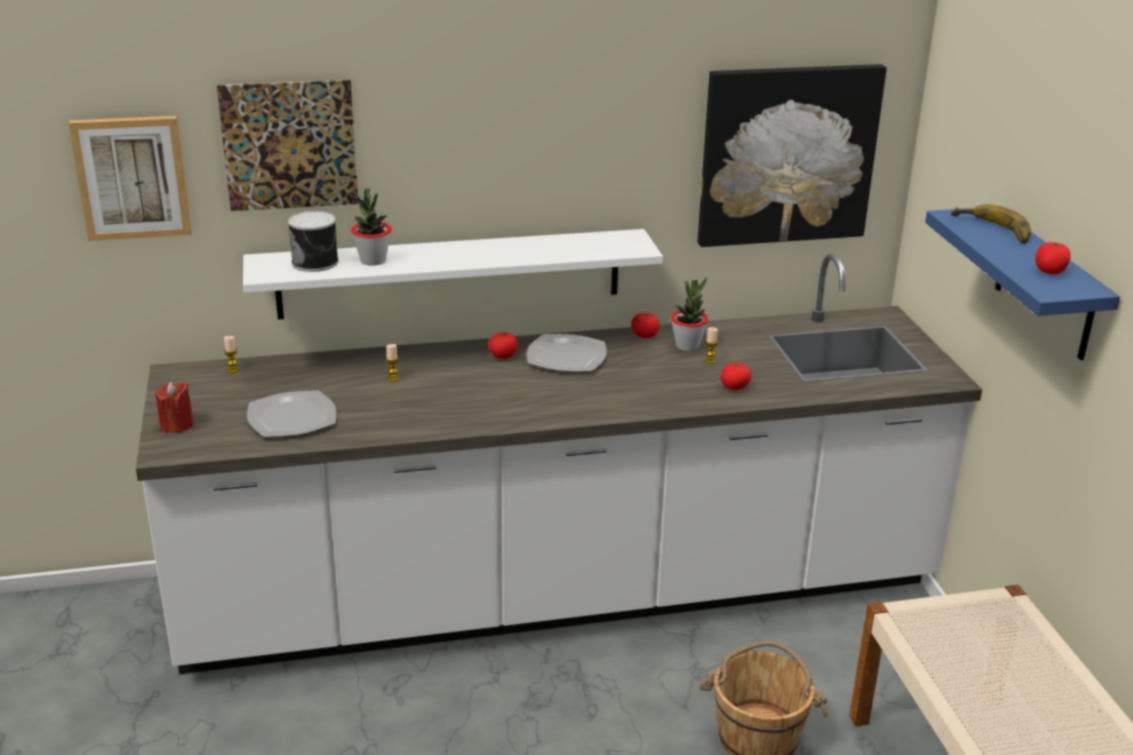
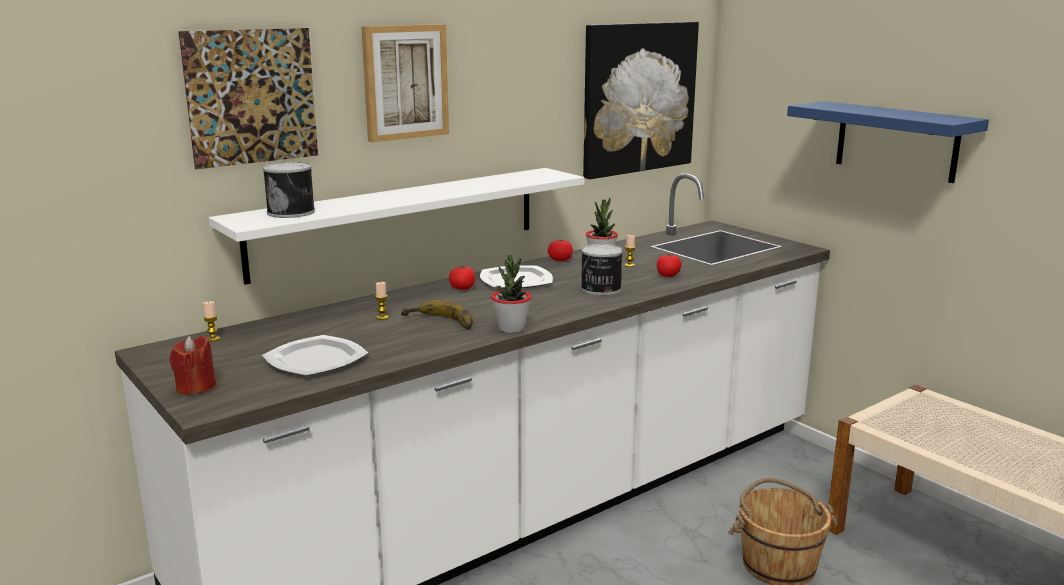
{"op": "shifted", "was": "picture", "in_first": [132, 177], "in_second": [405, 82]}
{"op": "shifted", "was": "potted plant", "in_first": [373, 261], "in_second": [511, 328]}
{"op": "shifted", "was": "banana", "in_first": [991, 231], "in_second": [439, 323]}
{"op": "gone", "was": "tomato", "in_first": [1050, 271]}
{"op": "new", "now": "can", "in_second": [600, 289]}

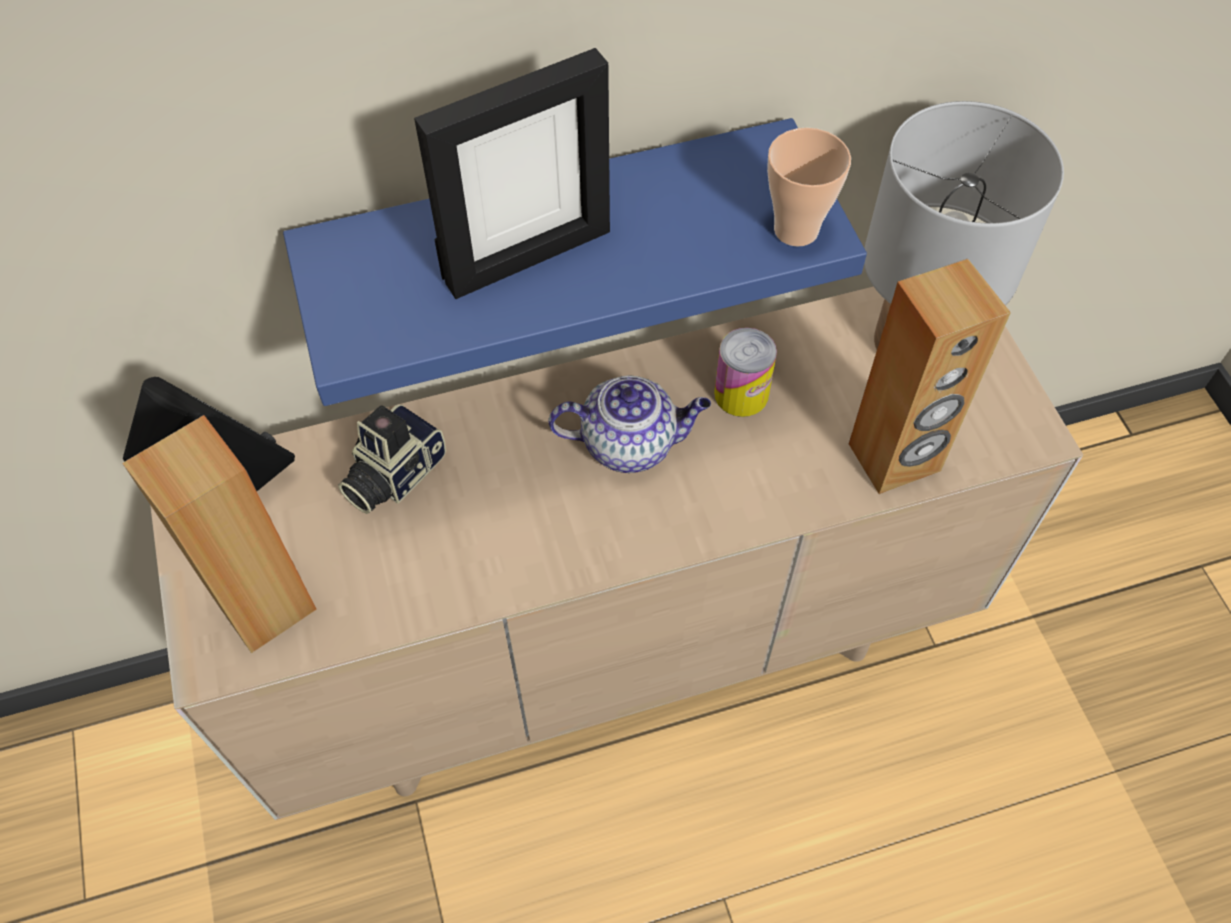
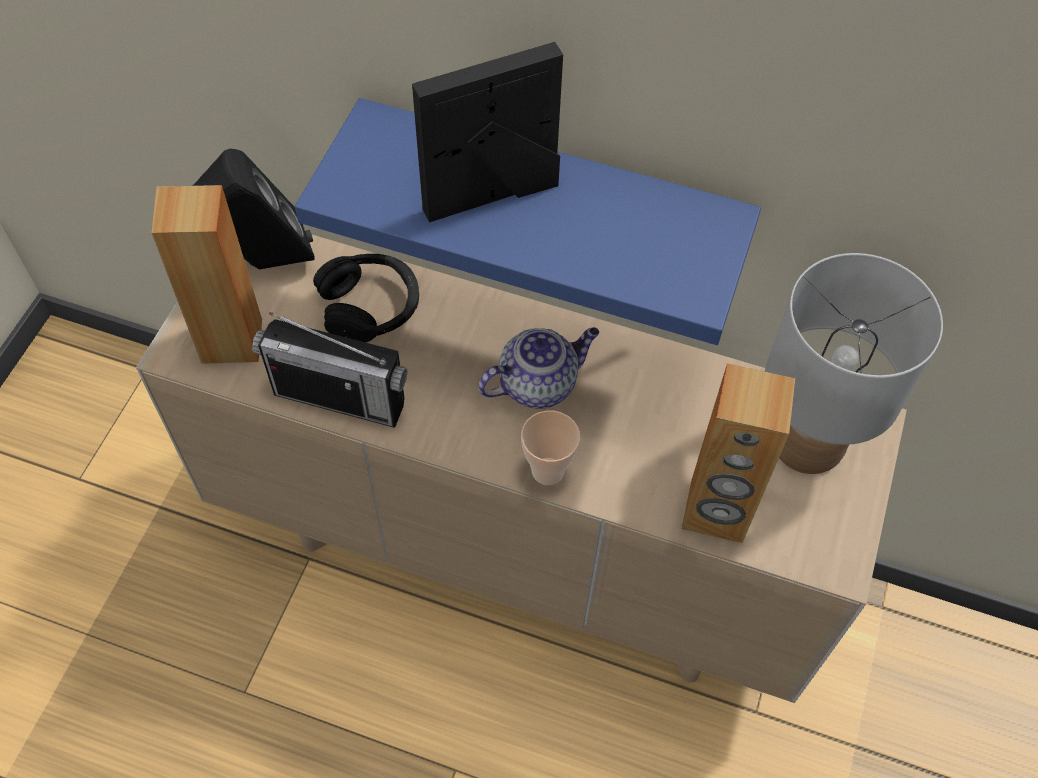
{"op": "swapped", "was": "photo camera", "now": "headphones in black", "in_first": [392, 474], "in_second": [370, 306]}
{"op": "rotated", "was": "picture frame", "in_first": [527, 255], "in_second": [491, 197], "clockwise": 150}
{"op": "rotated", "was": "teapot", "in_first": [630, 443], "in_second": [539, 383], "clockwise": -60}
{"op": "gone", "was": "can", "in_first": [741, 394]}
{"op": "shifted", "was": "cup", "in_first": [796, 230], "in_second": [547, 471]}
{"op": "new", "now": "radio", "in_second": [340, 398]}

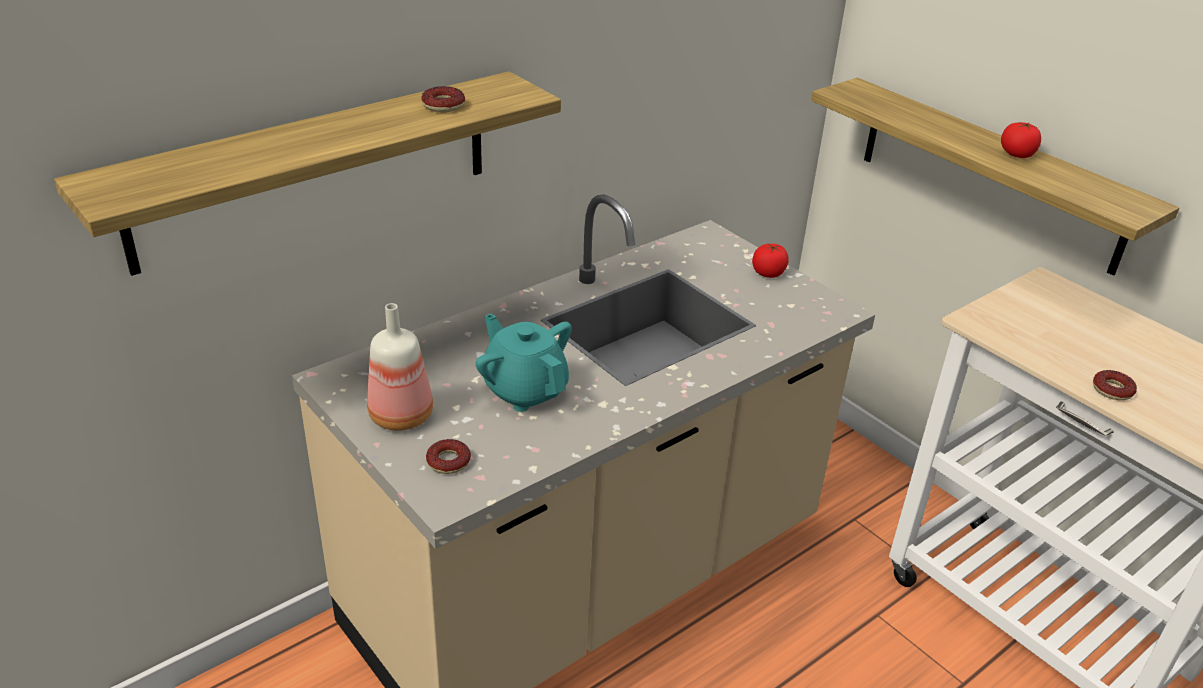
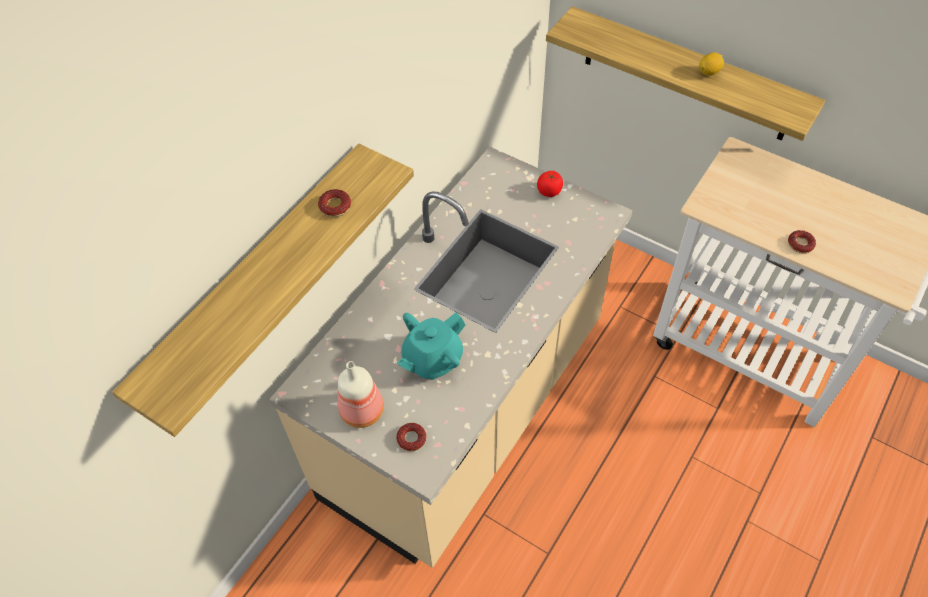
{"op": "rotated", "was": "teapot in turquoise", "in_first": [525, 390], "in_second": [432, 359], "clockwise": -75}
{"op": "swapped", "was": "tomato", "now": "lemon", "in_first": [1017, 154], "in_second": [709, 72]}

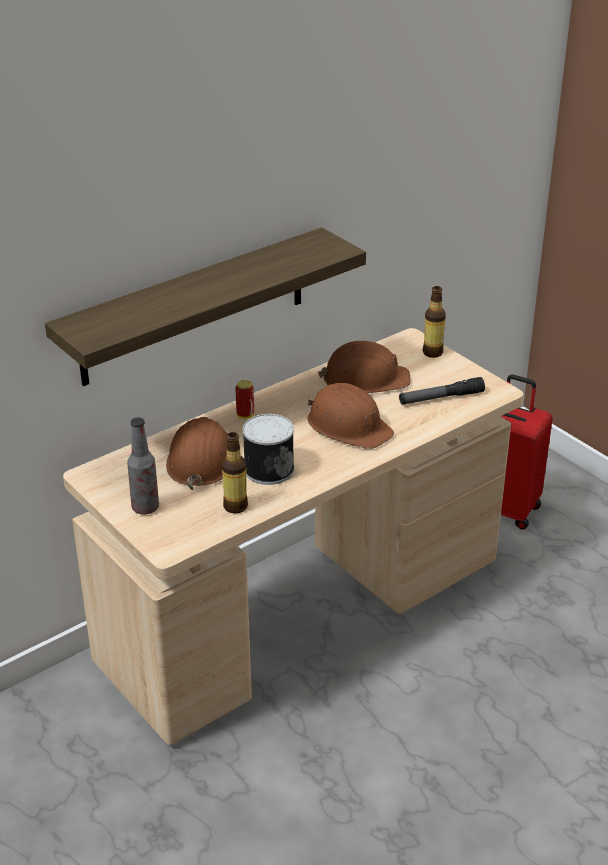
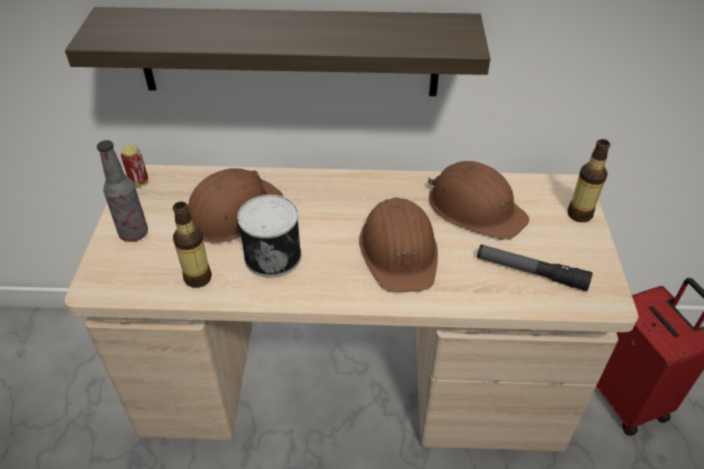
{"op": "shifted", "was": "can", "in_first": [245, 415], "in_second": [139, 182]}

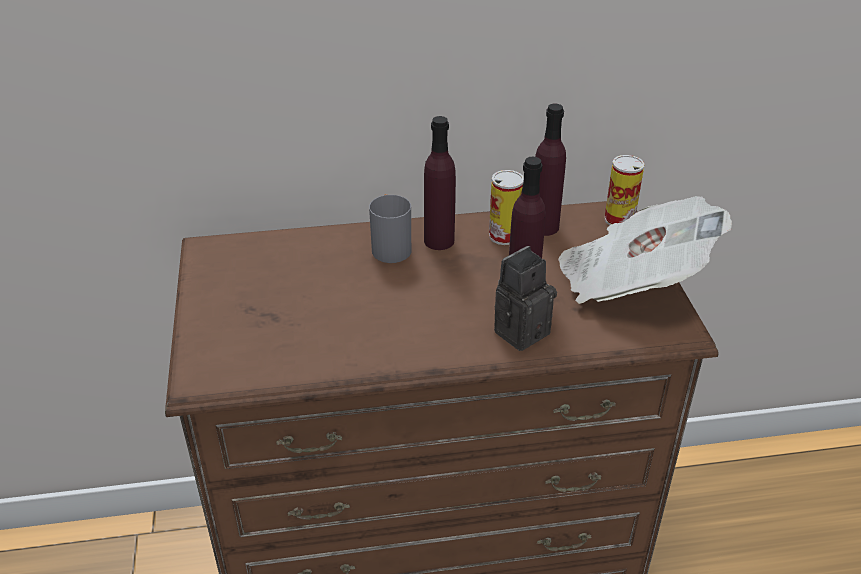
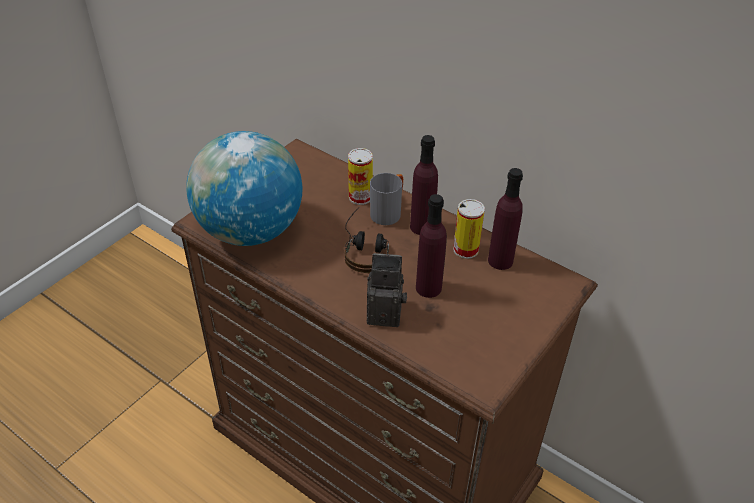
{"op": "gone", "was": "newspaper", "in_first": [631, 281]}
{"op": "shifted", "was": "can", "in_first": [619, 219], "in_second": [360, 197]}
{"op": "new", "now": "globe", "in_second": [250, 231]}
{"op": "new", "now": "headphones", "in_second": [366, 249]}

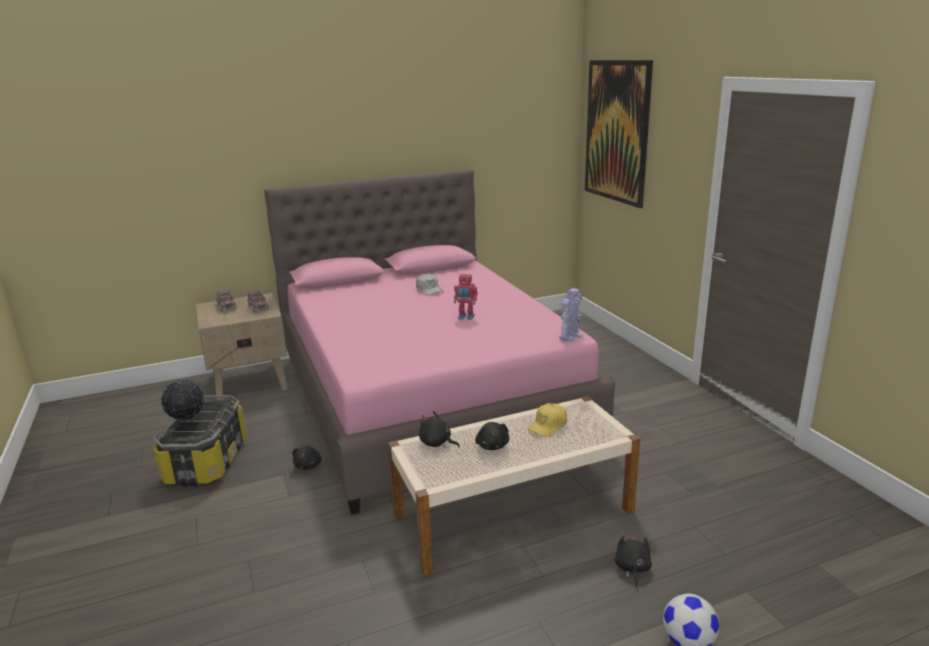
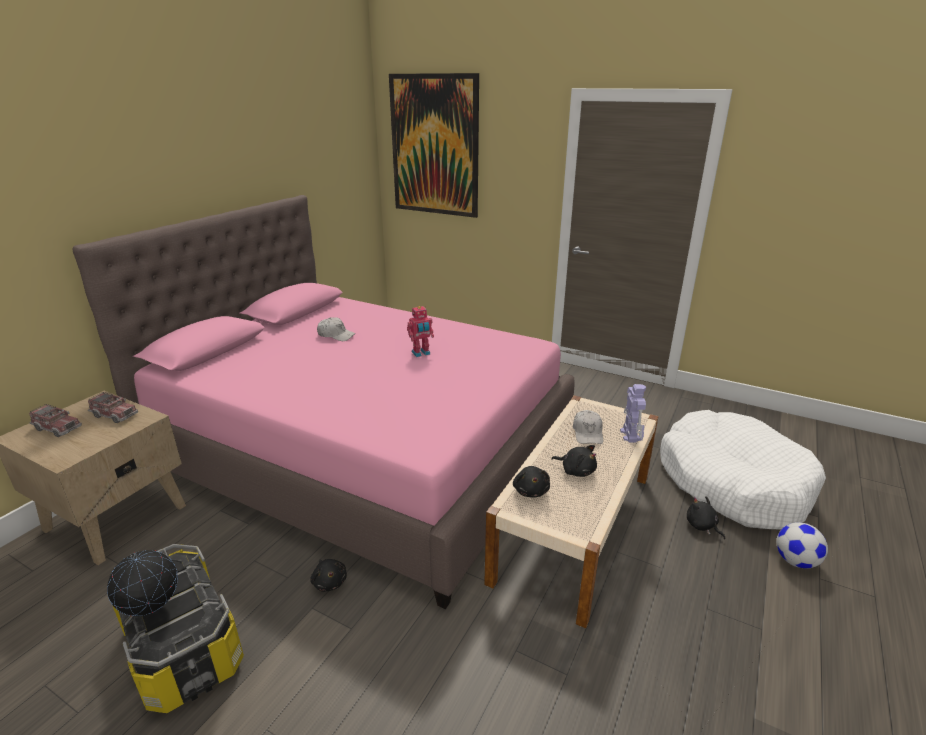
{"op": "rotated", "was": "plush toy in black", "in_first": [437, 443], "in_second": [530, 490], "clockwise": -90}
{"op": "repainted", "was": "cap in yellow", "now": "cap in white", "in_first": [548, 426], "in_second": [588, 433]}
{"op": "shifted", "was": "toy robot", "in_first": [570, 337], "in_second": [630, 434]}
{"op": "new", "now": "dog bed in white", "in_second": [732, 482]}

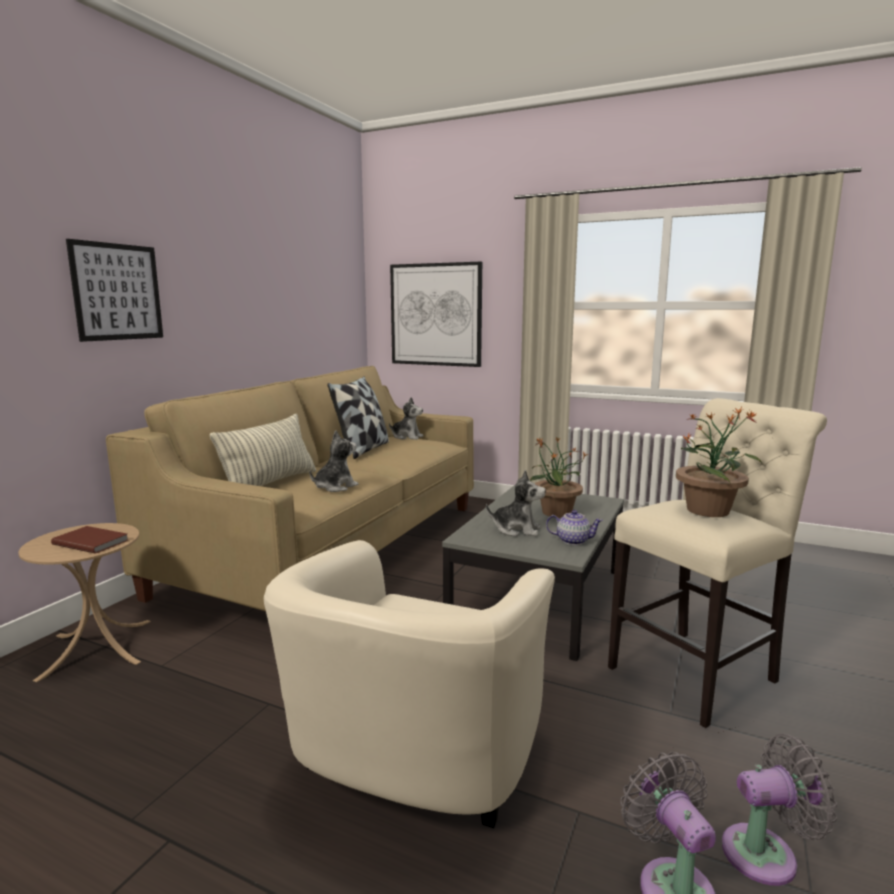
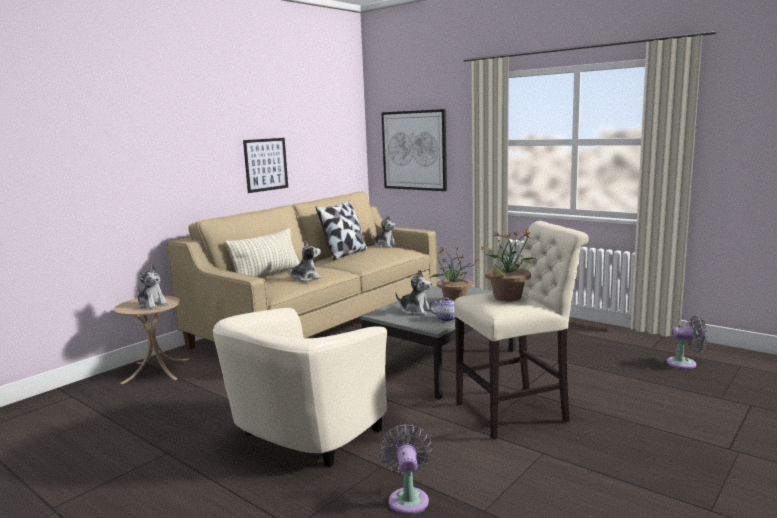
{"op": "swapped", "was": "book in brown", "now": "plush toy", "in_first": [91, 542], "in_second": [152, 305]}
{"op": "shifted", "was": "picture", "in_first": [117, 292], "in_second": [266, 164]}
{"op": "shifted", "was": "fan in grey", "in_first": [766, 854], "in_second": [684, 363]}

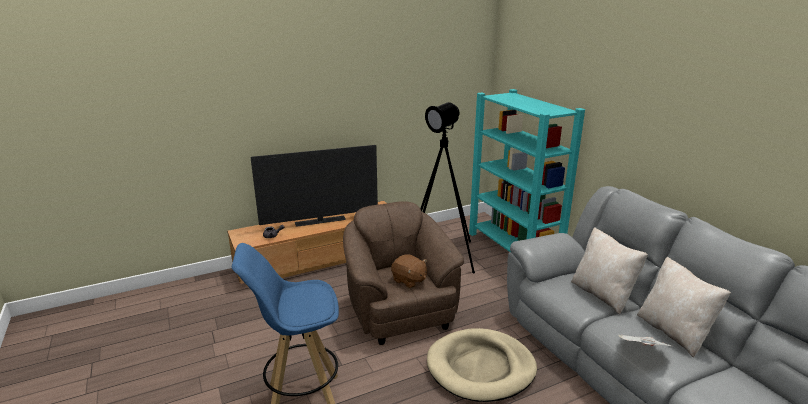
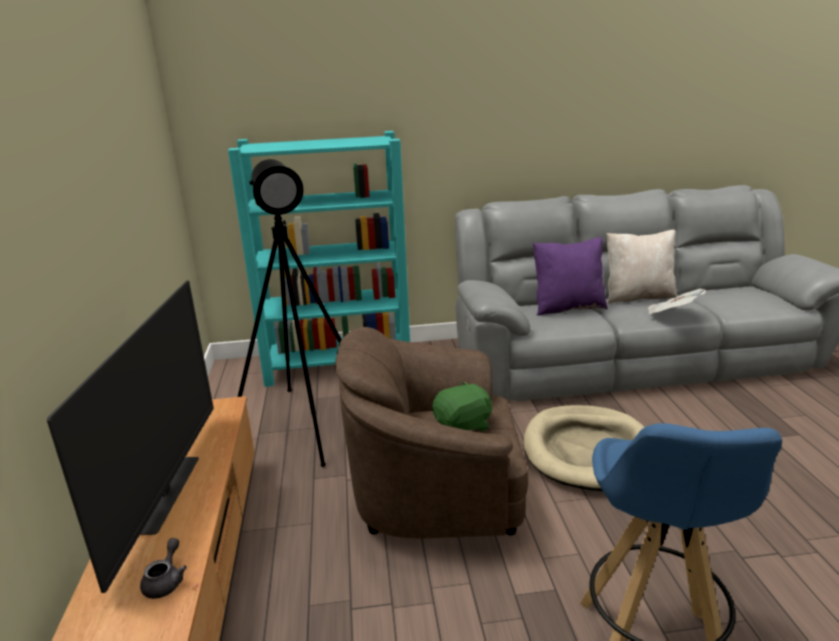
{"op": "repainted", "was": "plush toy in brown", "now": "plush toy in green", "in_first": [409, 281], "in_second": [463, 426]}
{"op": "repainted", "was": "pillow in beige", "now": "pillow in purple", "in_first": [602, 294], "in_second": [567, 307]}

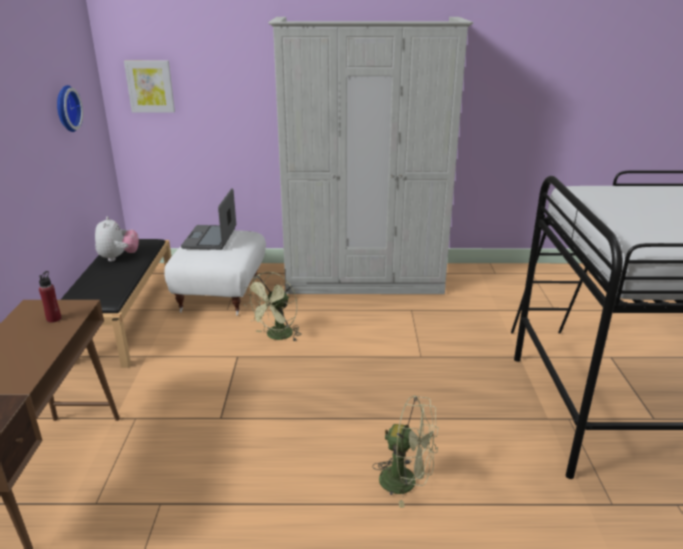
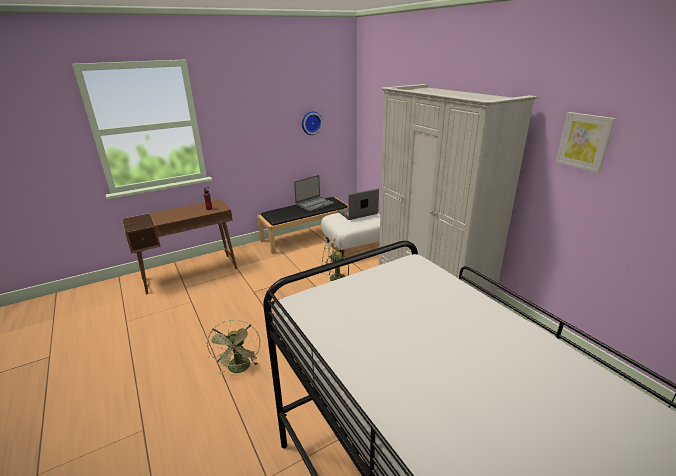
{"op": "swapped", "was": "plush toy", "now": "laptop", "in_first": [118, 257], "in_second": [314, 204]}
{"op": "shifted", "was": "picture", "in_first": [150, 86], "in_second": [584, 141]}

